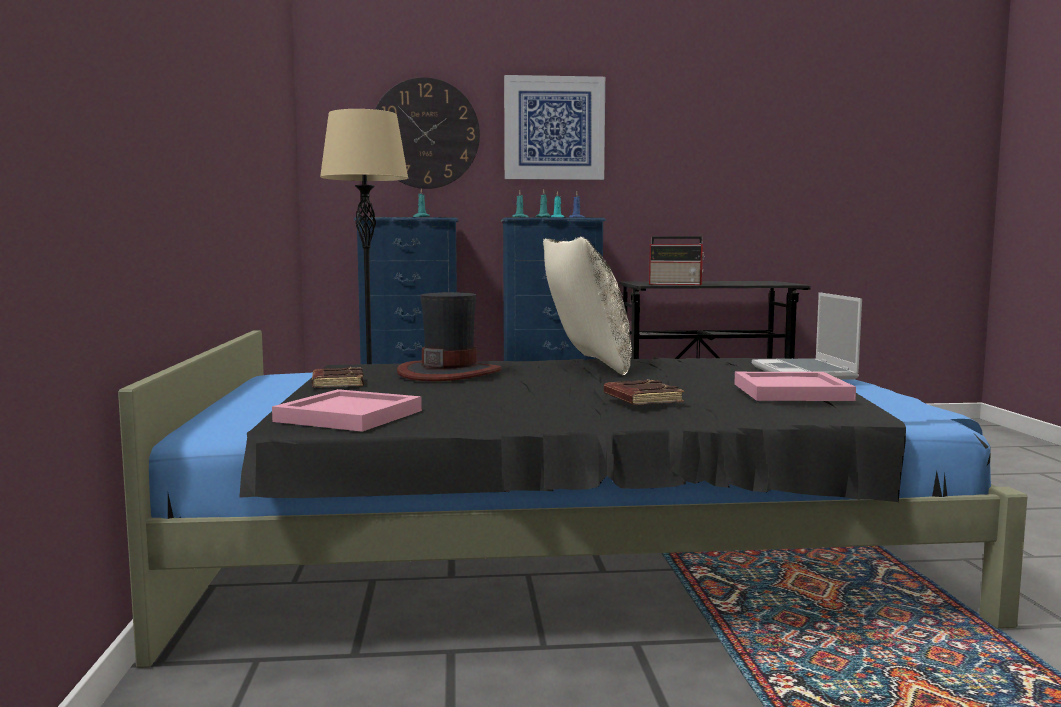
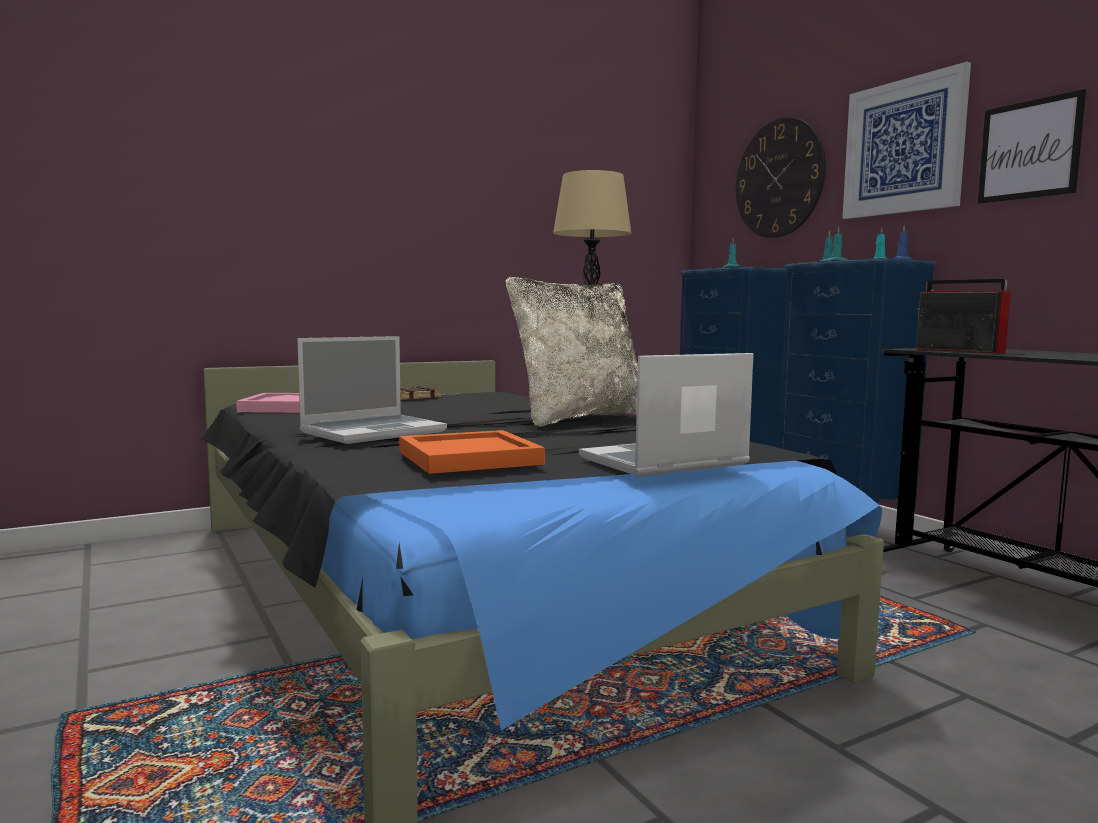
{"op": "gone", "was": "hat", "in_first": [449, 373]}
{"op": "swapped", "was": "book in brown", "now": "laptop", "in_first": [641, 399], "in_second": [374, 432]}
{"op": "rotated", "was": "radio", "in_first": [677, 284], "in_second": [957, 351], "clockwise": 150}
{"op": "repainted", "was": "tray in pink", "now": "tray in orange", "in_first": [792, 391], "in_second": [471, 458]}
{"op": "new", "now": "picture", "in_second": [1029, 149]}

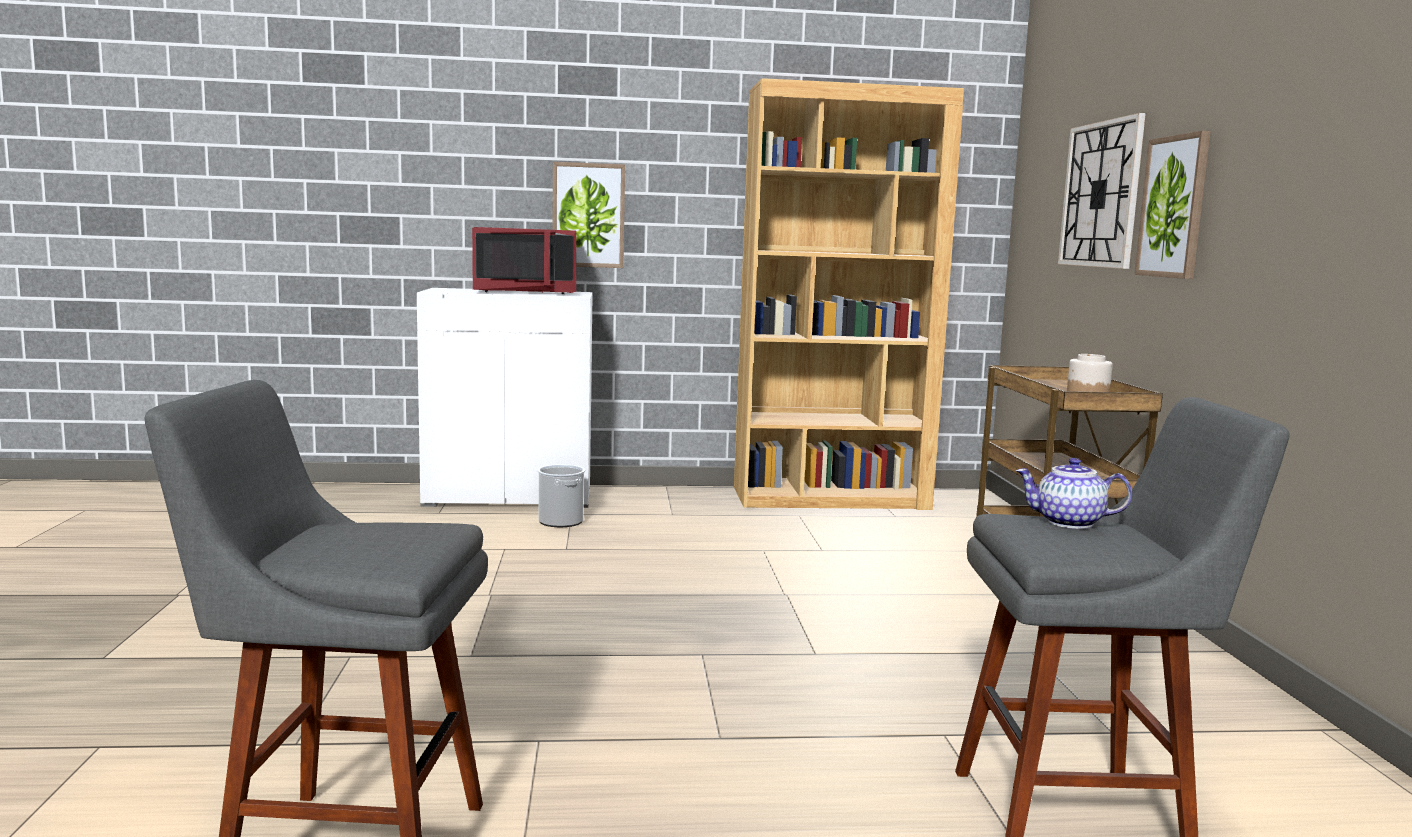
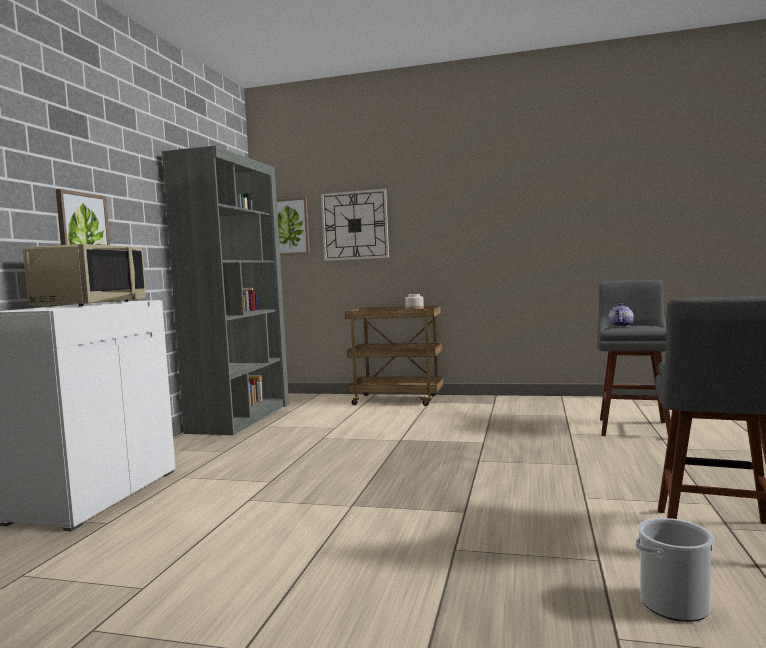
{"op": "repainted", "was": "microwave in red", "now": "microwave in beige", "in_first": [526, 292], "in_second": [89, 304]}
{"op": "shifted", "was": "bucket", "in_first": [560, 521], "in_second": [674, 604]}
{"op": "repainted", "was": "bookcase in brown", "now": "bookcase in grey", "in_first": [831, 498], "in_second": [241, 417]}
{"op": "shifted", "was": "picture", "in_first": [1174, 207], "in_second": [290, 226]}

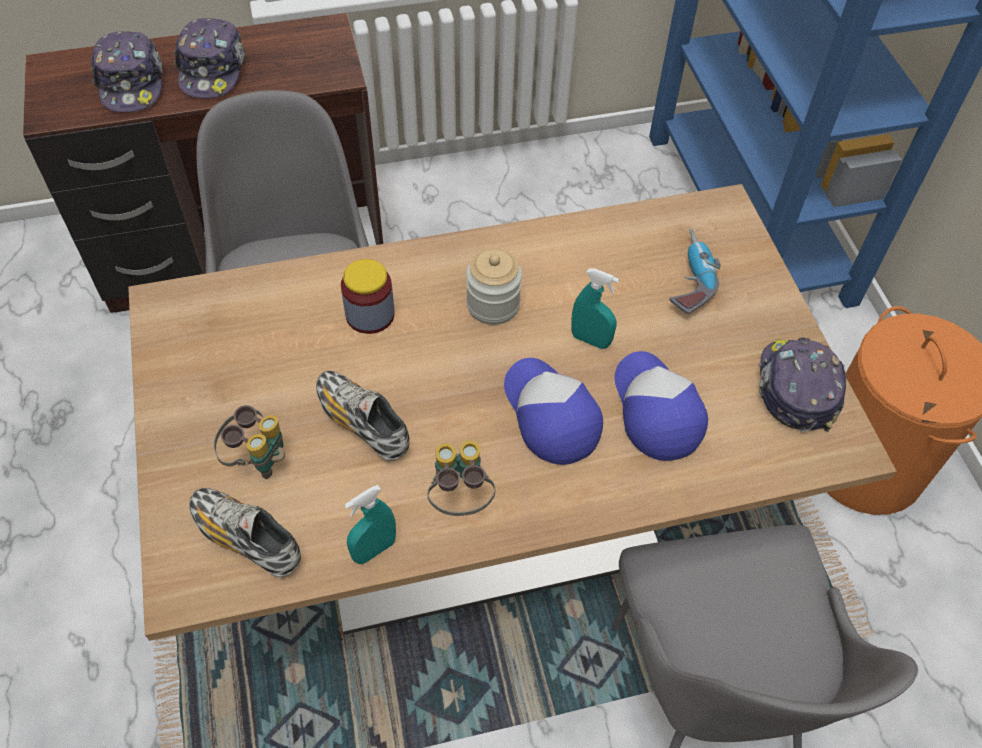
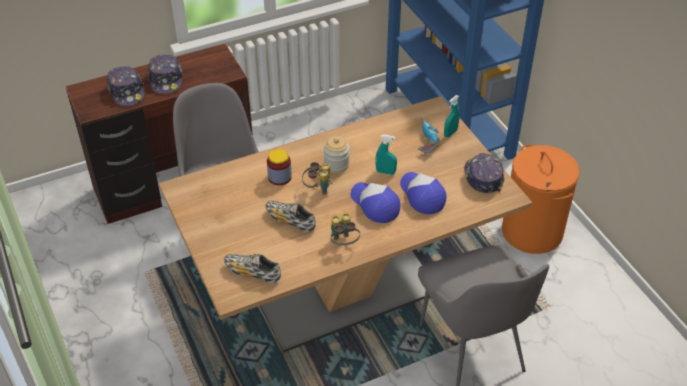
{"op": "shifted", "was": "binoculars", "in_first": [257, 459], "in_second": [317, 188]}
{"op": "shifted", "was": "spray bottle in turquoise", "in_first": [374, 550], "in_second": [450, 133]}

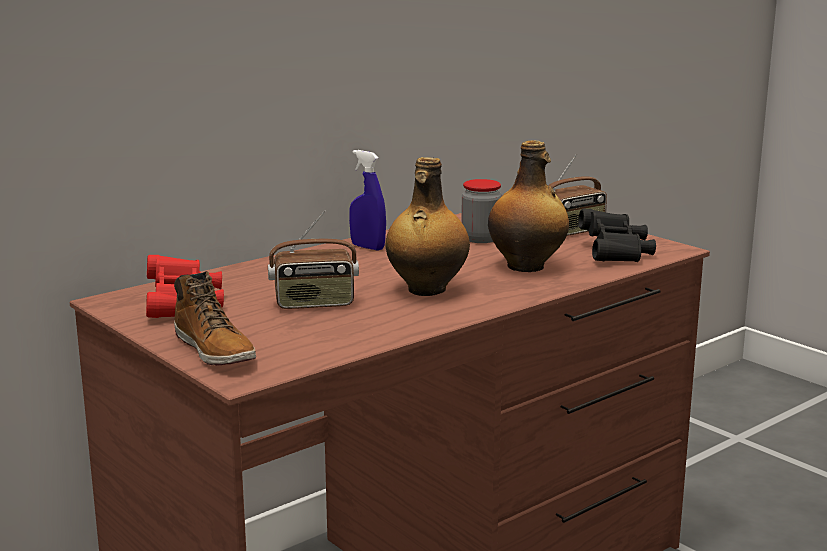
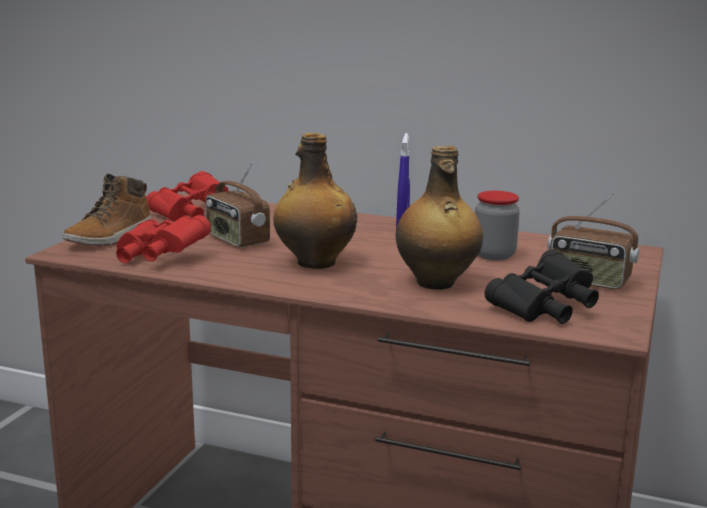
{"op": "new", "now": "binoculars in red", "in_second": [158, 257]}

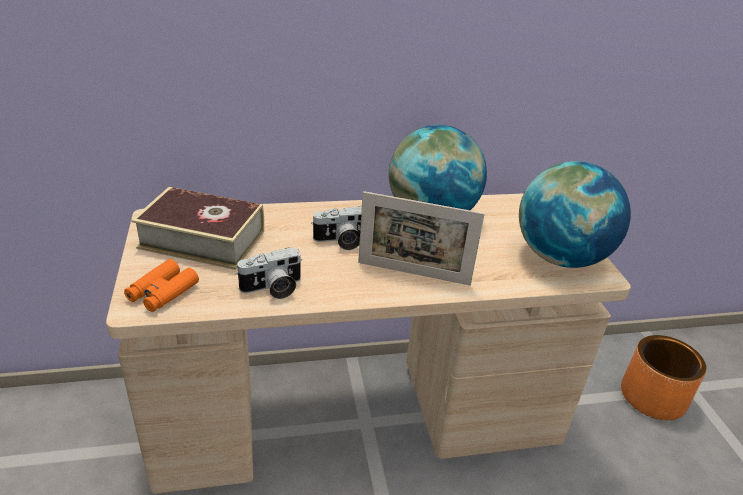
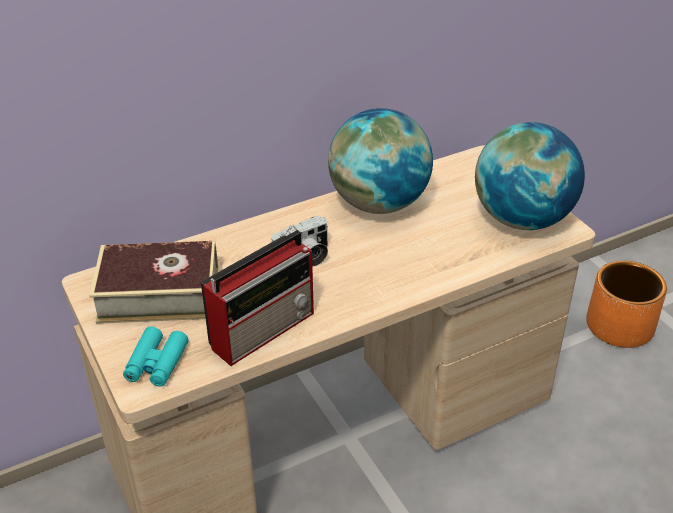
{"op": "repainted", "was": "binoculars in orange", "now": "binoculars in turquoise", "in_first": [162, 292], "in_second": [156, 363]}
{"op": "swapped", "was": "photo camera", "now": "radio", "in_first": [273, 289], "in_second": [264, 328]}
{"op": "gone", "was": "picture frame", "in_first": [413, 273]}

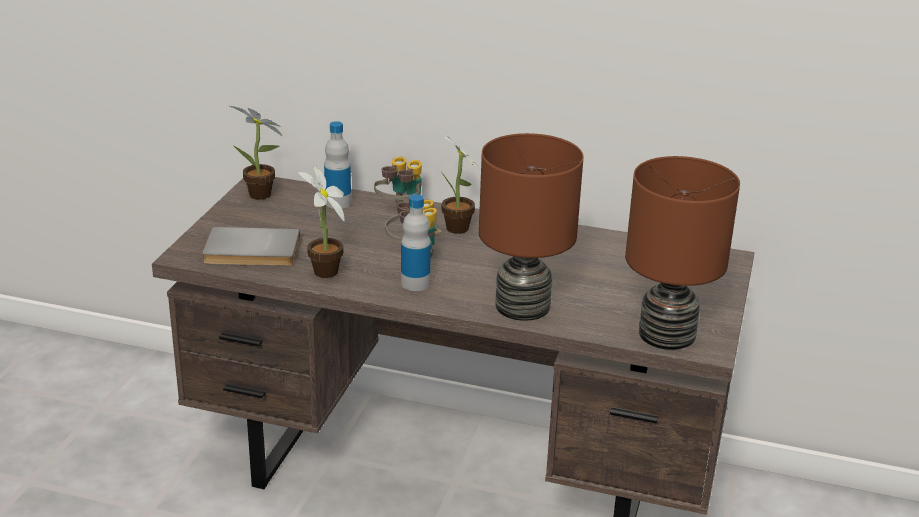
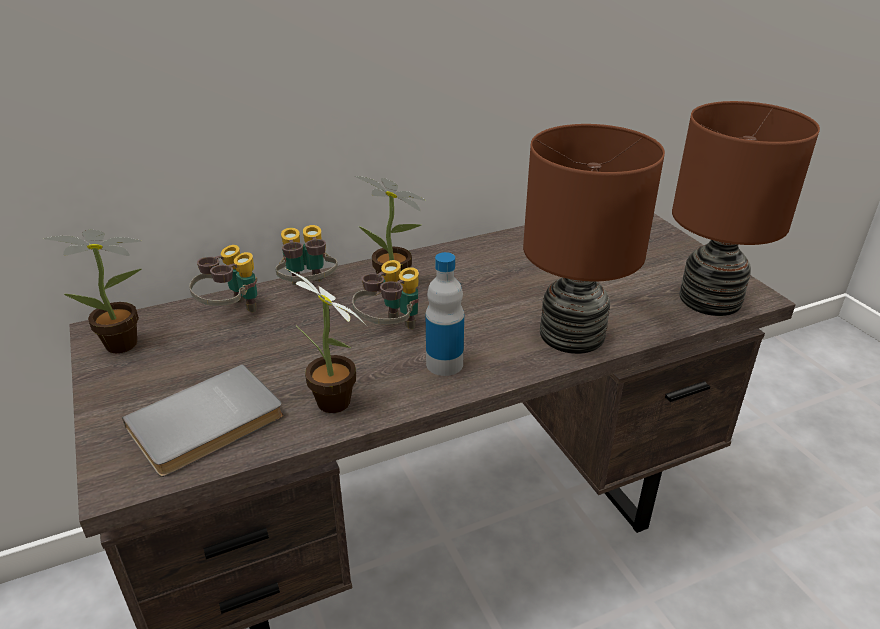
{"op": "swapped", "was": "bottle", "now": "binoculars", "in_first": [338, 203], "in_second": [231, 312]}

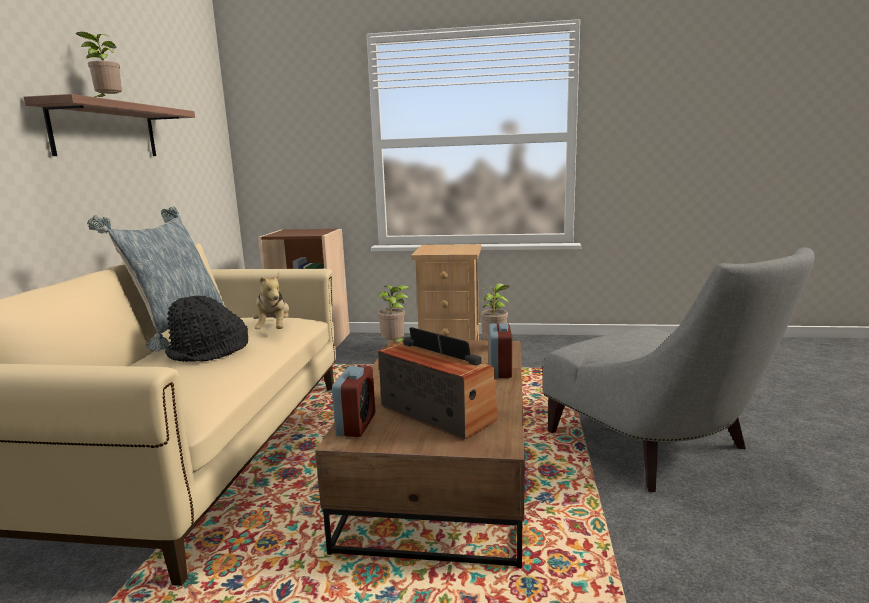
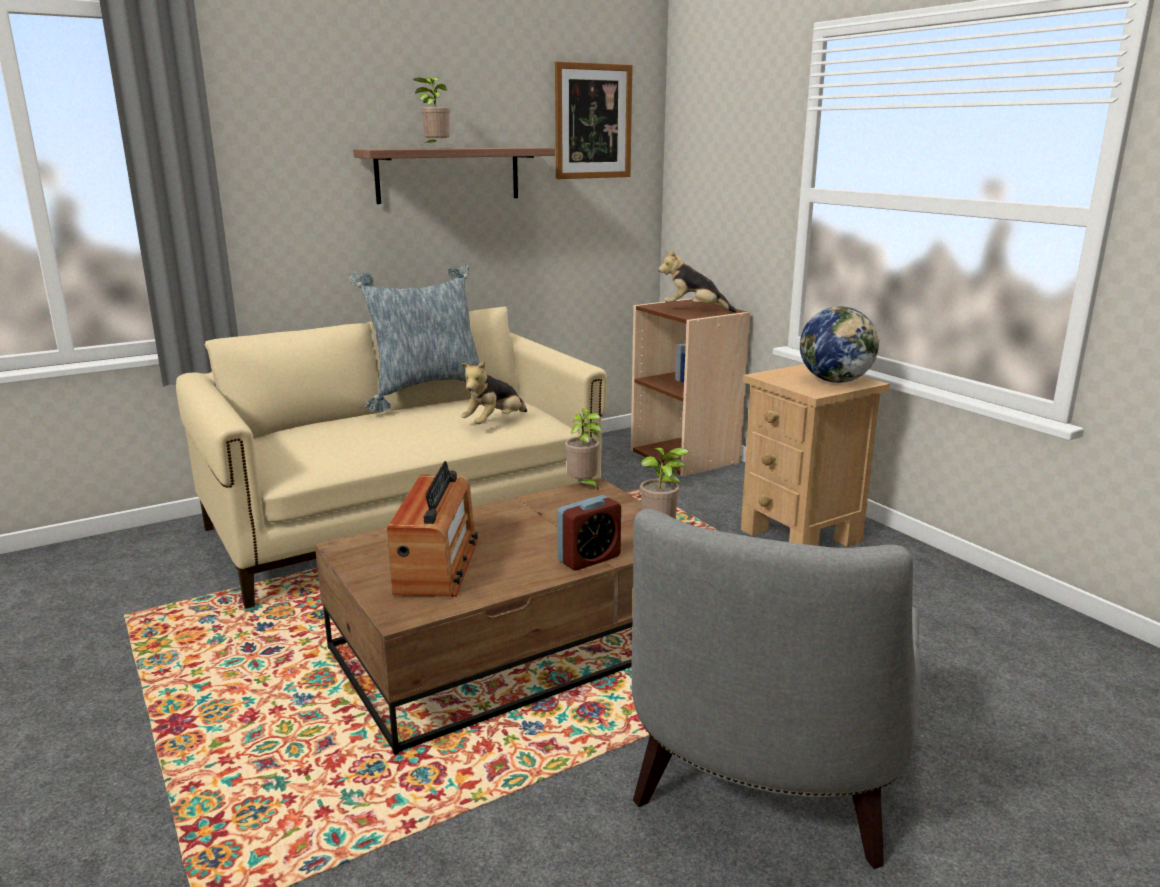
{"op": "gone", "was": "hat in black", "in_first": [209, 352]}
{"op": "gone", "was": "alarm clock", "in_first": [356, 425]}
{"op": "new", "now": "picture", "in_second": [593, 121]}
{"op": "new", "now": "plush toy", "in_second": [694, 310]}
{"op": "new", "now": "globe", "in_second": [835, 381]}

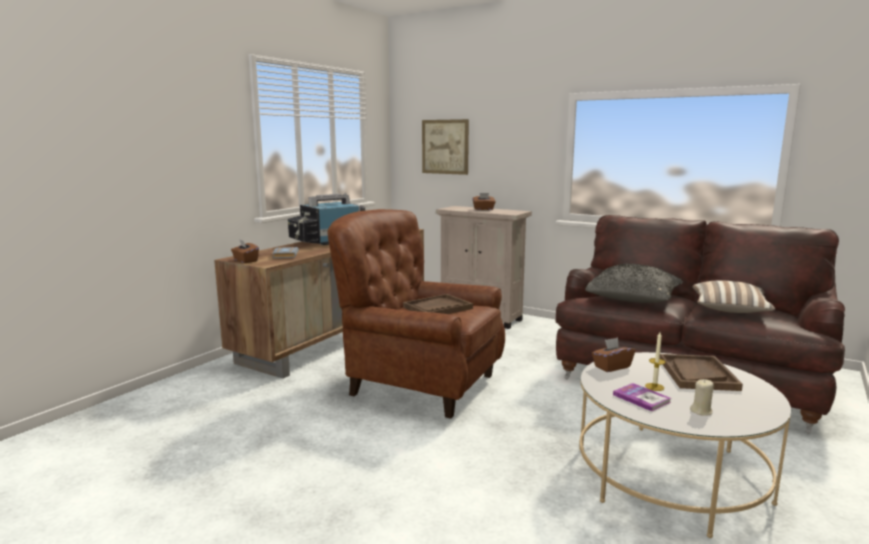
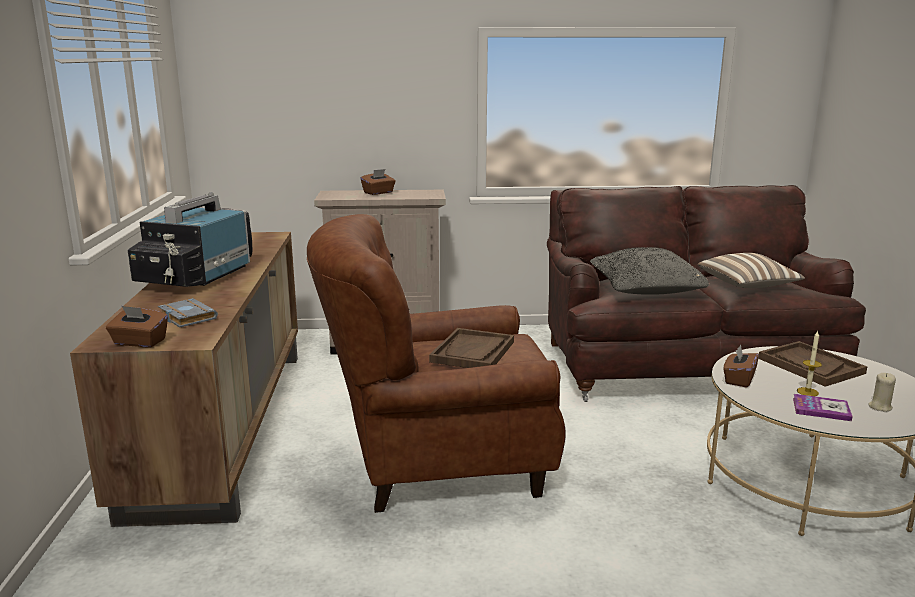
{"op": "gone", "was": "picture", "in_first": [445, 147]}

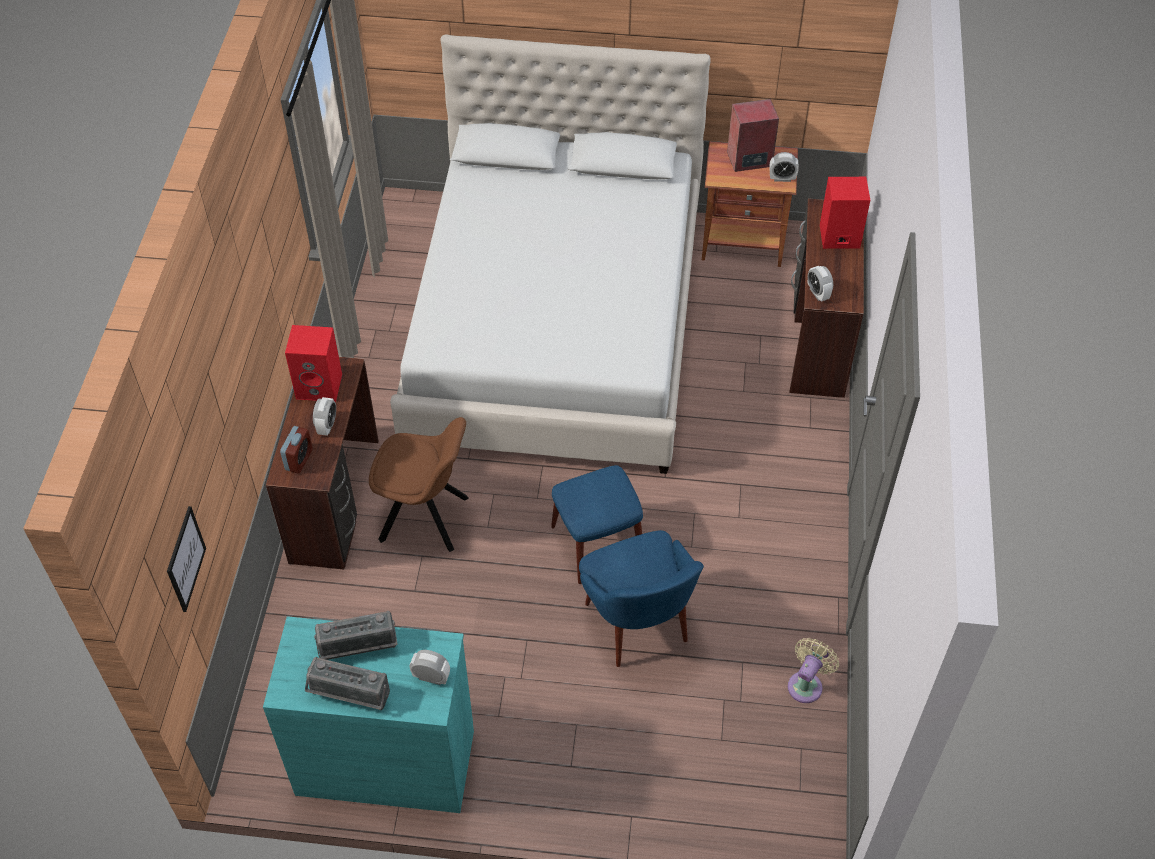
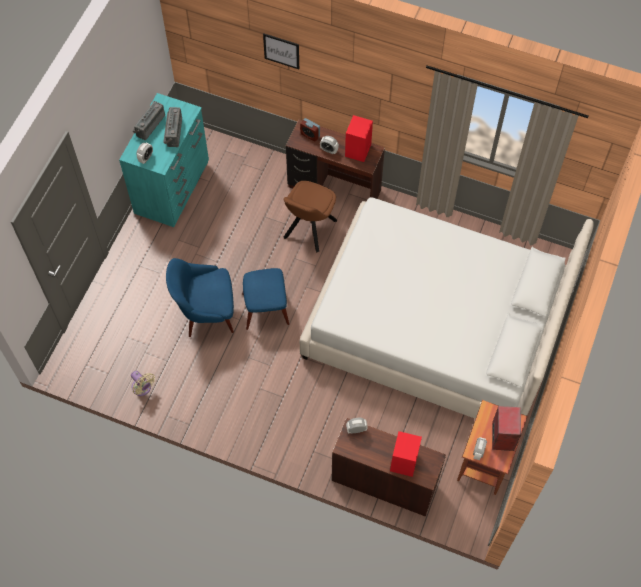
{"op": "shifted", "was": "picture", "in_first": [185, 559], "in_second": [281, 51]}

